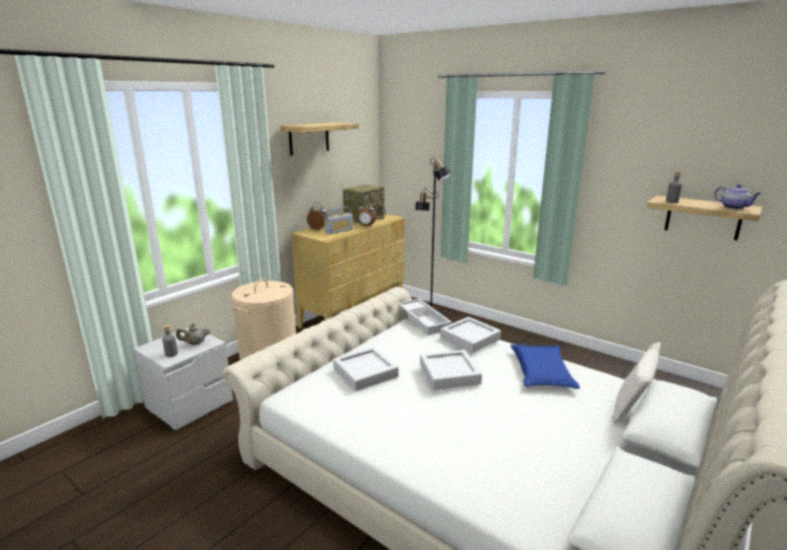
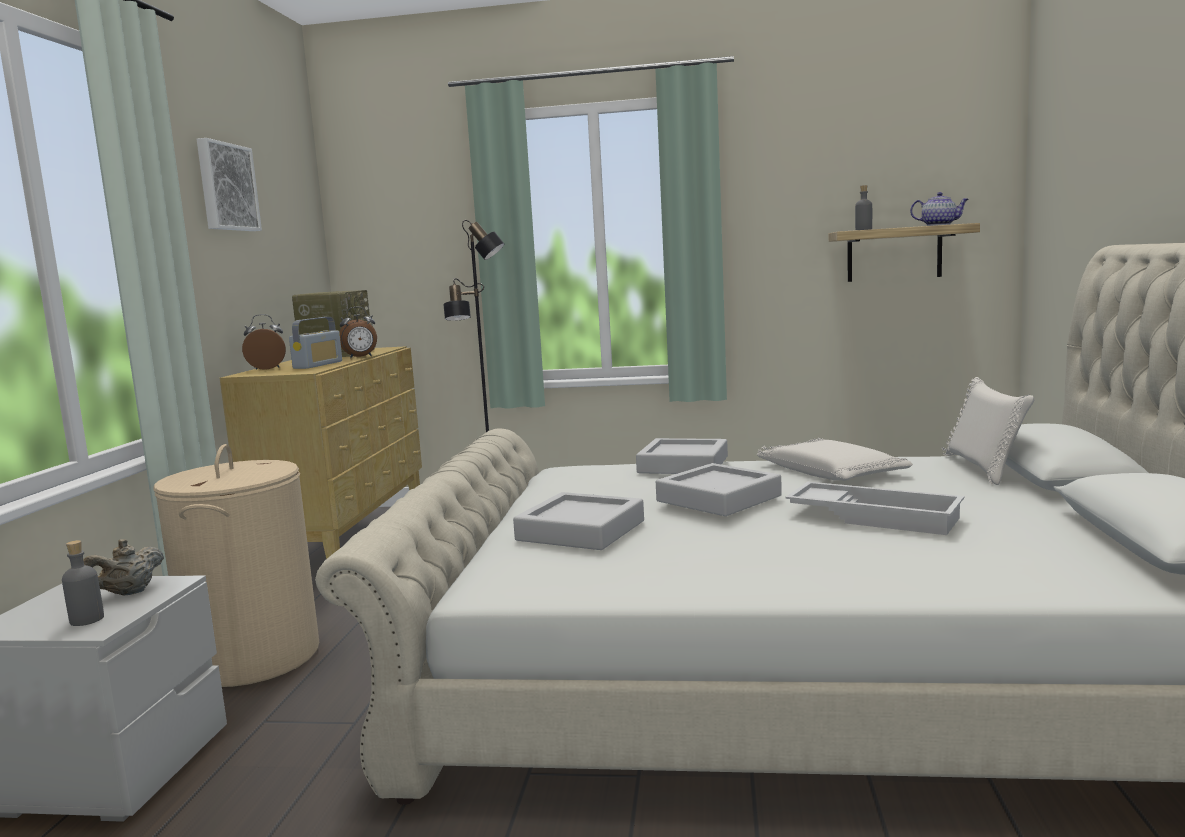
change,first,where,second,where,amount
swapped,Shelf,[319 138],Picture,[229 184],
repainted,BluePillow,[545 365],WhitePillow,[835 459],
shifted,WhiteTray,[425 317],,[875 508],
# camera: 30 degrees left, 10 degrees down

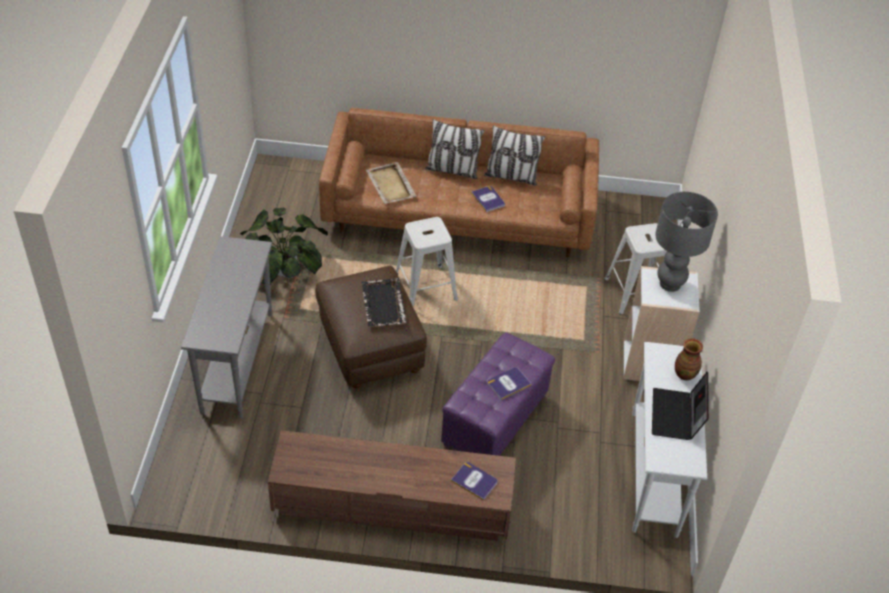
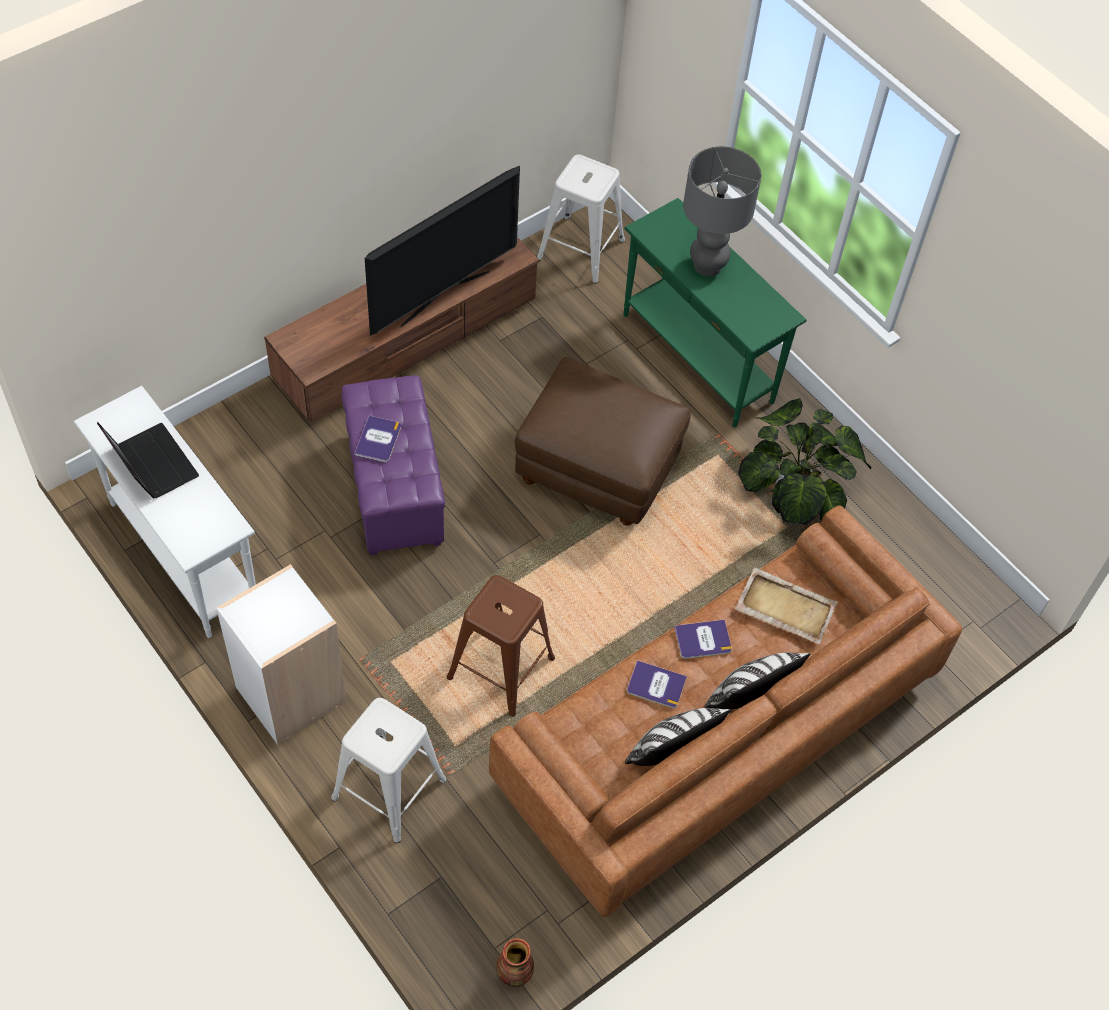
change,first,where,second,where,amount
new,,,Television,[442 251],
new,,,BrownStool,[501 646],
shifted,Vase,[689 359],,[515 962],
shifted,WhiteStool,[427 262],,[581 219],
repainted,GreyConsoleTable,[226 327],GreenConsoleTable,[714 313],
shifted,Book,[474 481],,[703 639],
shifted,GreyTableLamp,[686 242],,[722 211],
gone,BlackTray,[384 302],,,
# camera: 135 degrees right, 10 degrees up

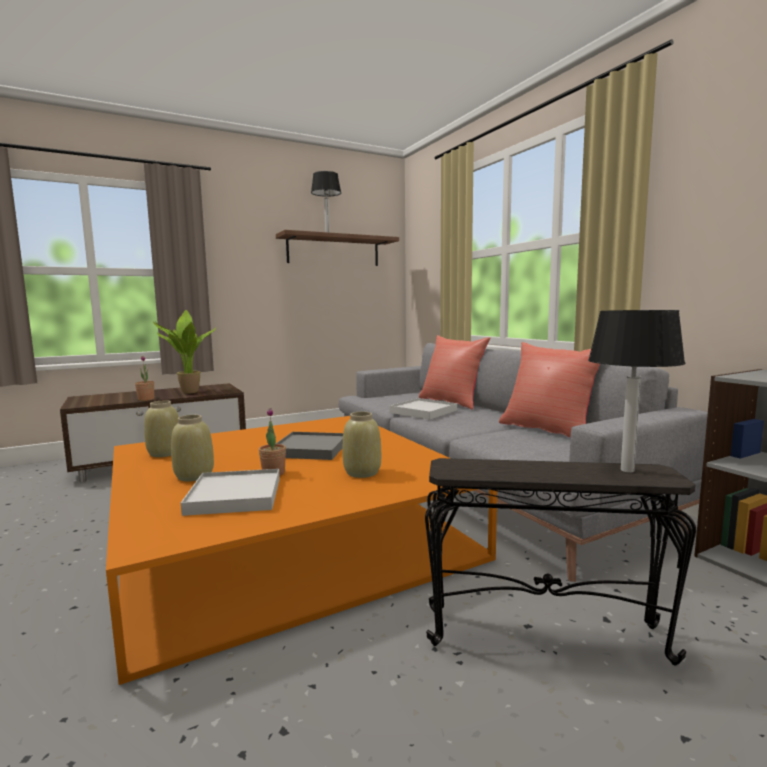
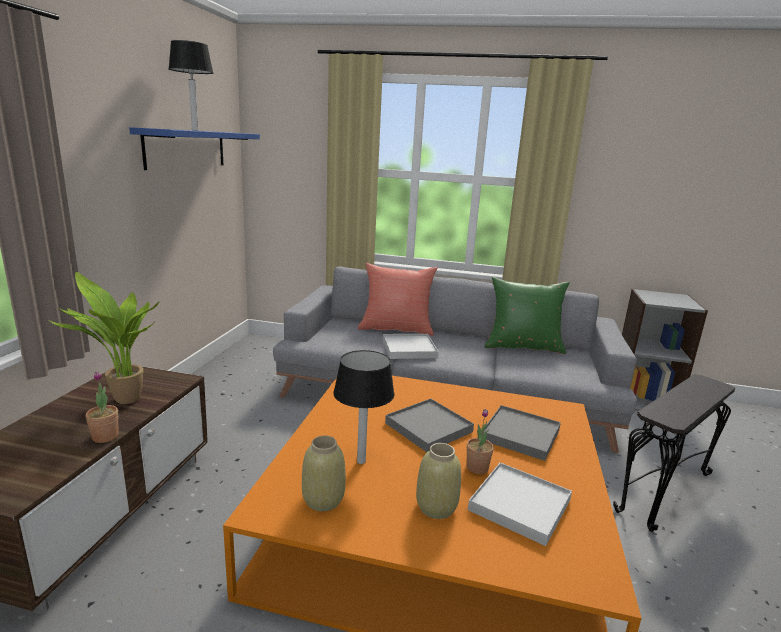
change,first,where,second,where,amount
repainted,BrownShelf,[337 248],BlueShelf,[194 148],
shifted,TableLamp,[636 391],,[364 407],
swapped,BeigeVase,[361 445],GreyTray,[521 433],
repainted,RedPillow,[549 390],GreenPillow,[527 315],
# camera: 50 degrees left, 10 degrees up

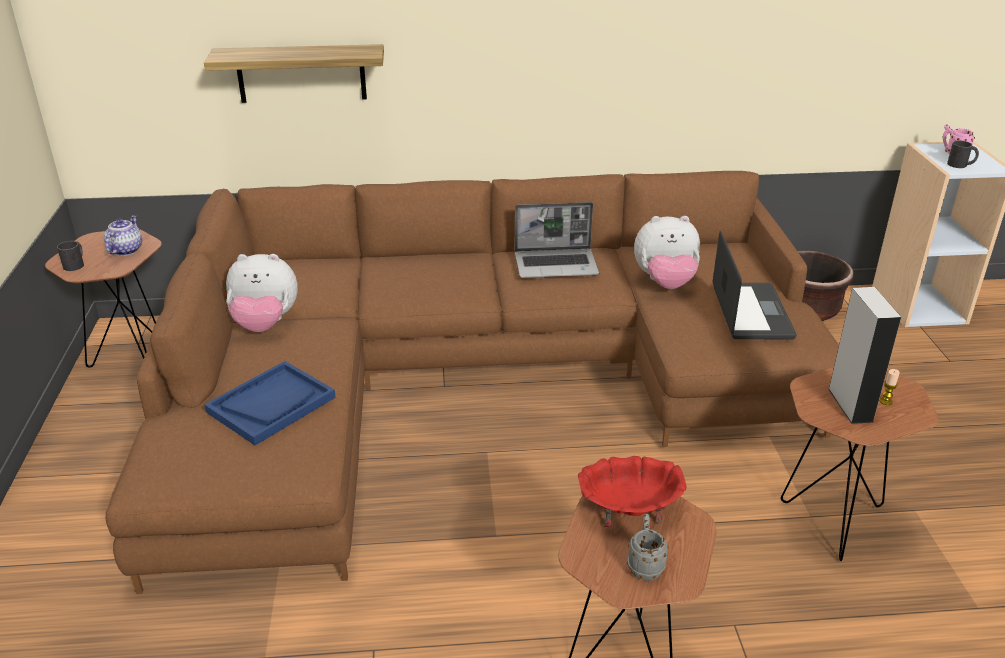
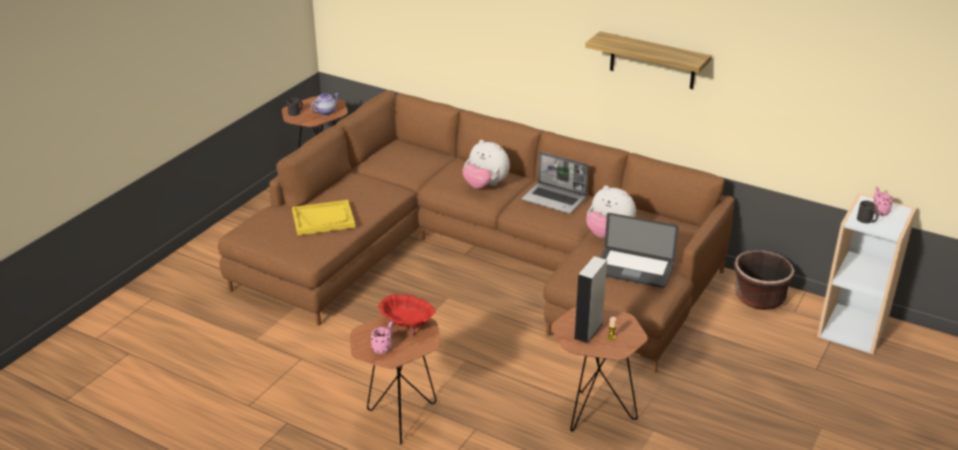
change,first,where,second,where,amount
repainted,BlueTray,[270 403],YellowTray,[323 217],
repainted,GreyMug,[648 547],PinkMug,[381 338],
shifted,PlushToy,[262 293],,[486 164],
shifted,Shelf,[294 73],,[648 60],
rotated,Laptop,[755 285],,[639 250],75 degrees clockwise
# camera: 35 degrees right, 0 degrees up

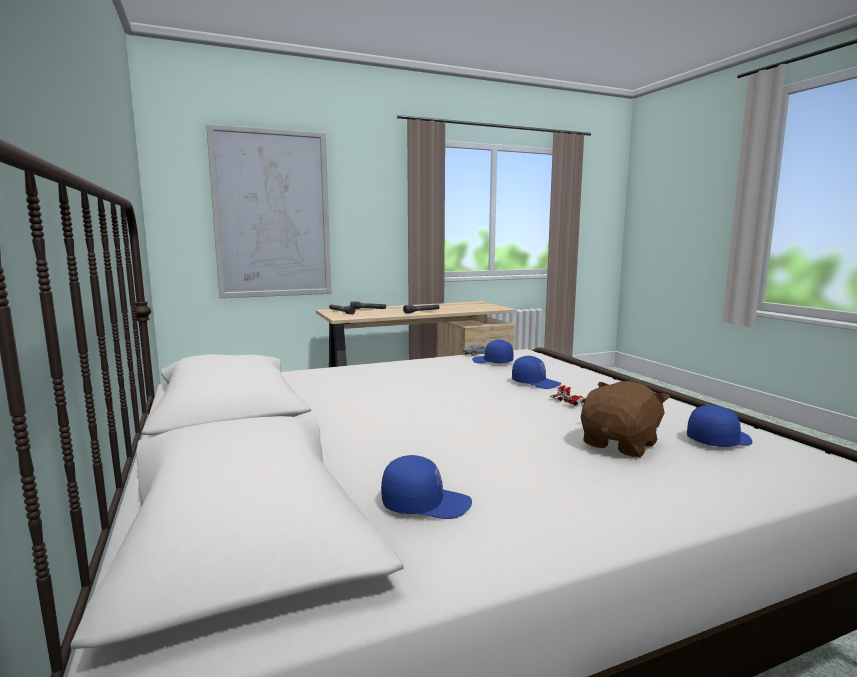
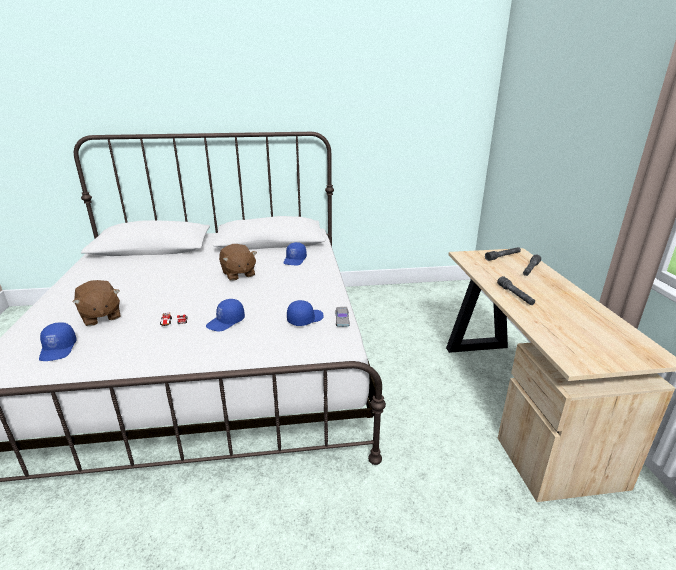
change,first,where,second,where,amount
new,,,BrownPlushToy,[238 262],
shifted,BlueCap,[426 487],,[295 253],
gone,Picture,[268 211],,,
# camera: 105 degrees right, 15 degrees up

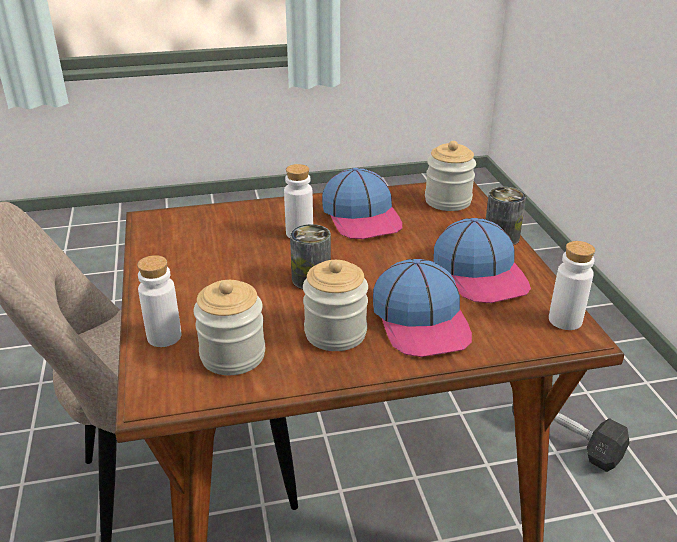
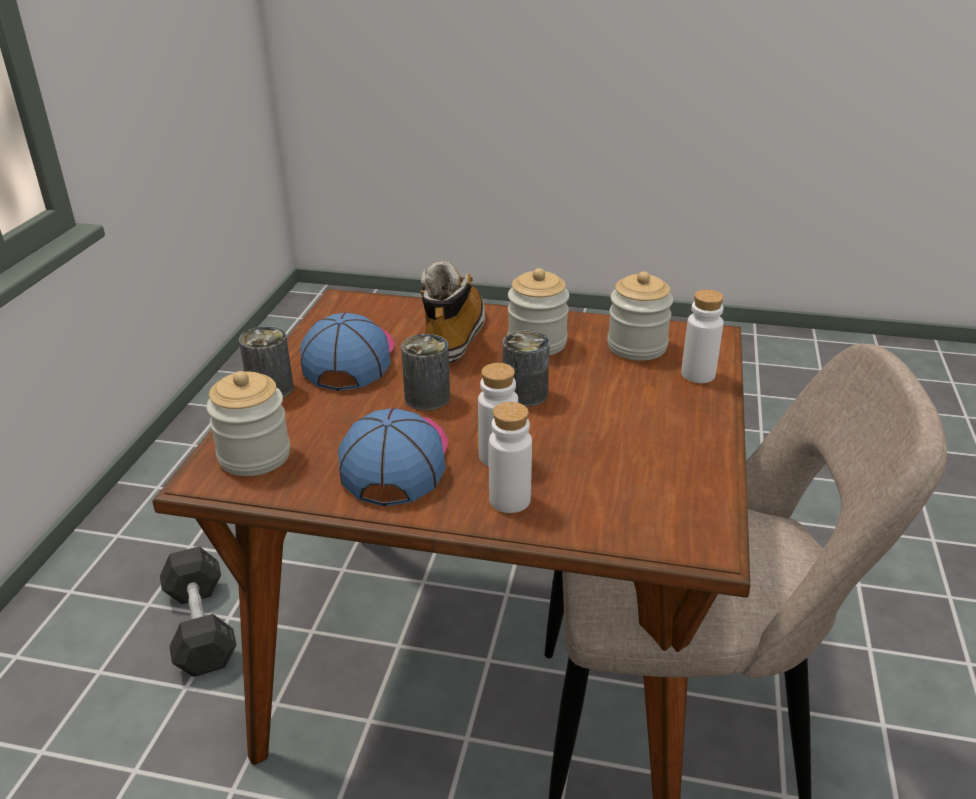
change,first,where,second,where,amount
new,,,Can,[425 372],
swapped,Cap,[422 308],Boot,[452 311],
shifted,WhiteBottle,[572 285],,[510 457],
# camera: 155 degrees left, 0 degrees up

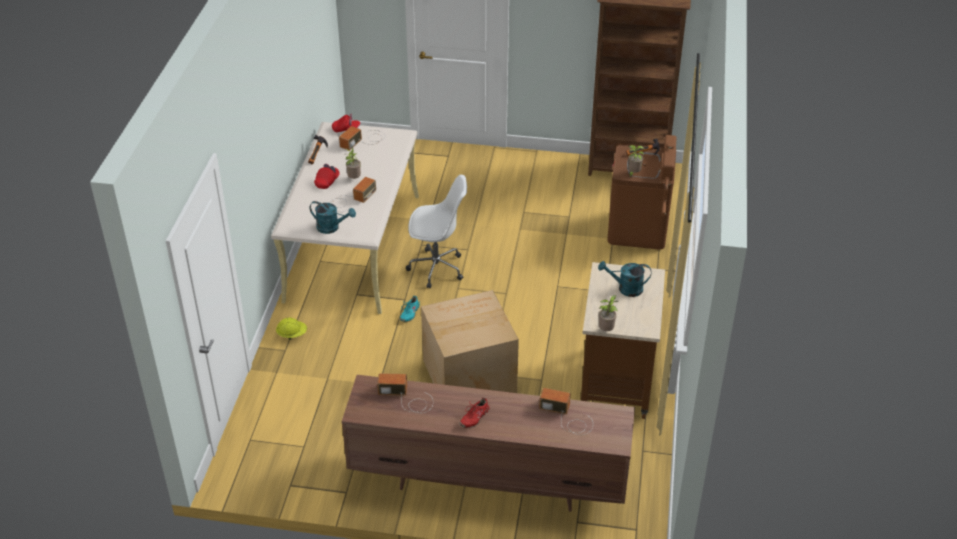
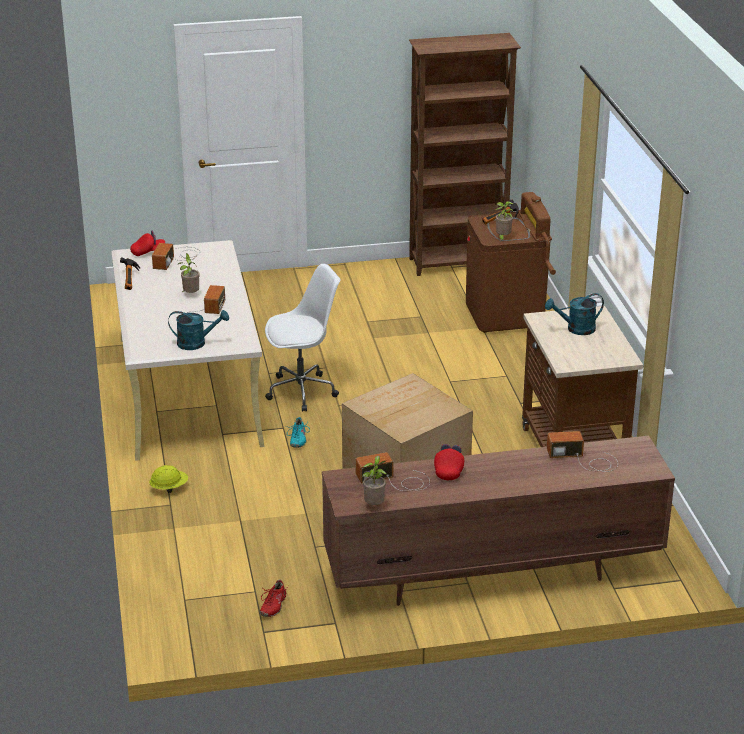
change,first,where,second,where,amount
shifted,RedShoe,[474 412],,[274 598],
shifted,PottedPlant,[608 313],,[374 480],
shifted,RedCap,[327 176],,[449 462],
# camera: 20 degrees left, 10 degrees down

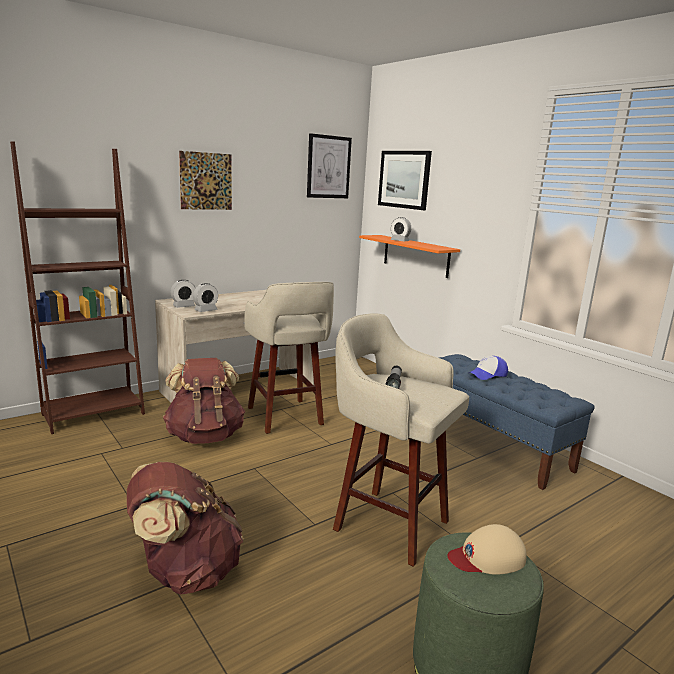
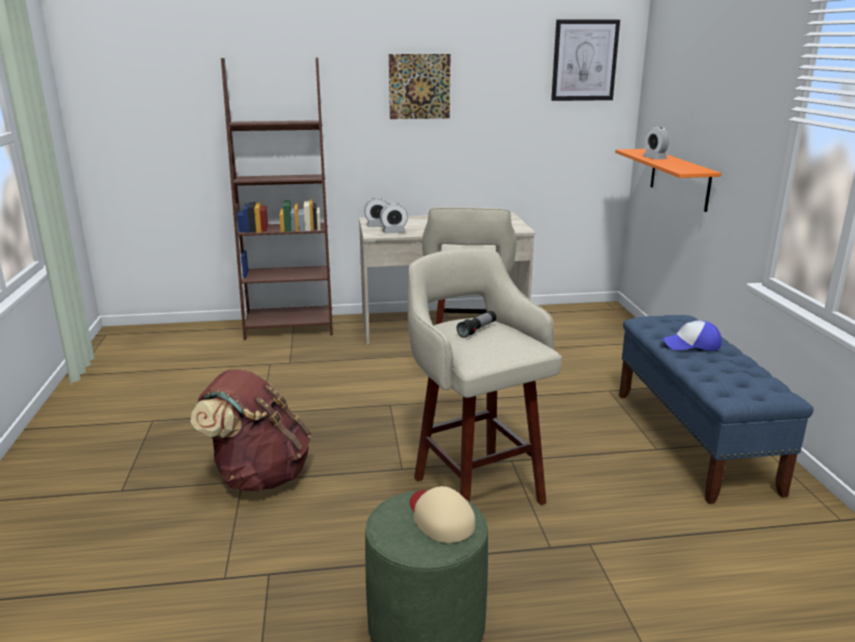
change,first,where,second,where,amount
rotated,BeigeCap,[487 549],,[442 514],45 degrees clockwise
gone,BrownBackpack,[204 401],,,
gone,Picture,[405 180],,,
# camera: 30 degrees right, 5 degrees up

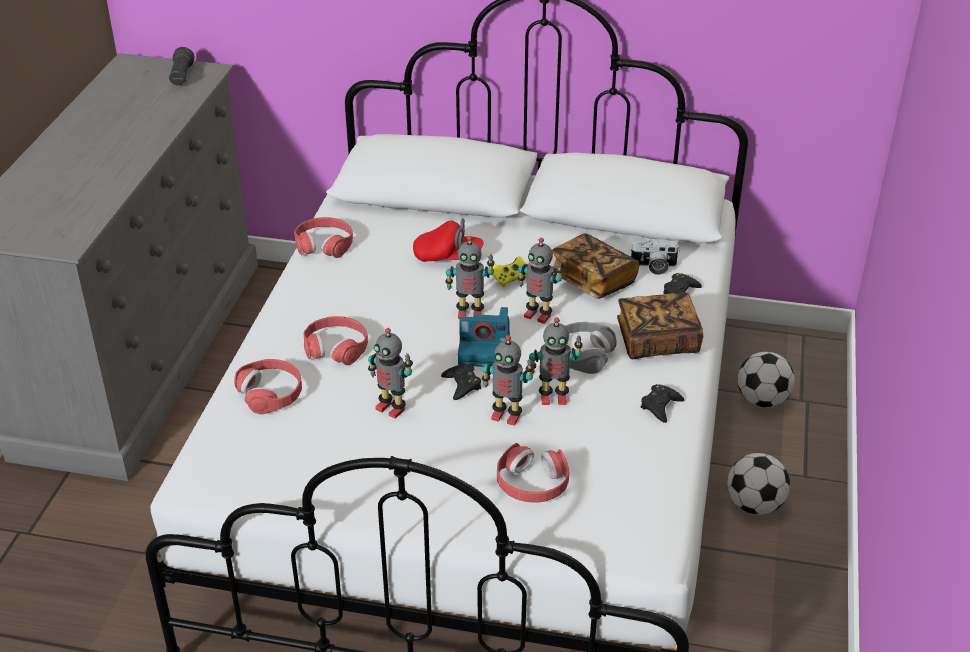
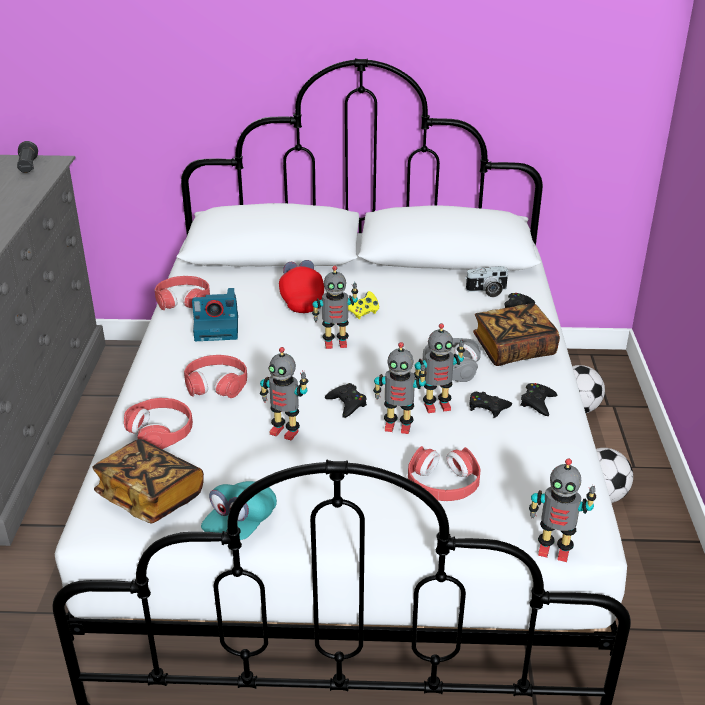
change,first,where,second,where,amount
shifted,Book,[595 266],,[148 481],
shifted,PhotoCamera,[484 337],,[215 314],
new,,,TurquoiseCap,[239 510],
rotated,RedCap,[448 240],,[301 286],105 degrees counterclockwise
new,,,BlackGameController,[490 405],
shifted,ToyRobot,[540 281],,[562 510],
# camera: 10 degrees left, 5 degrees down

